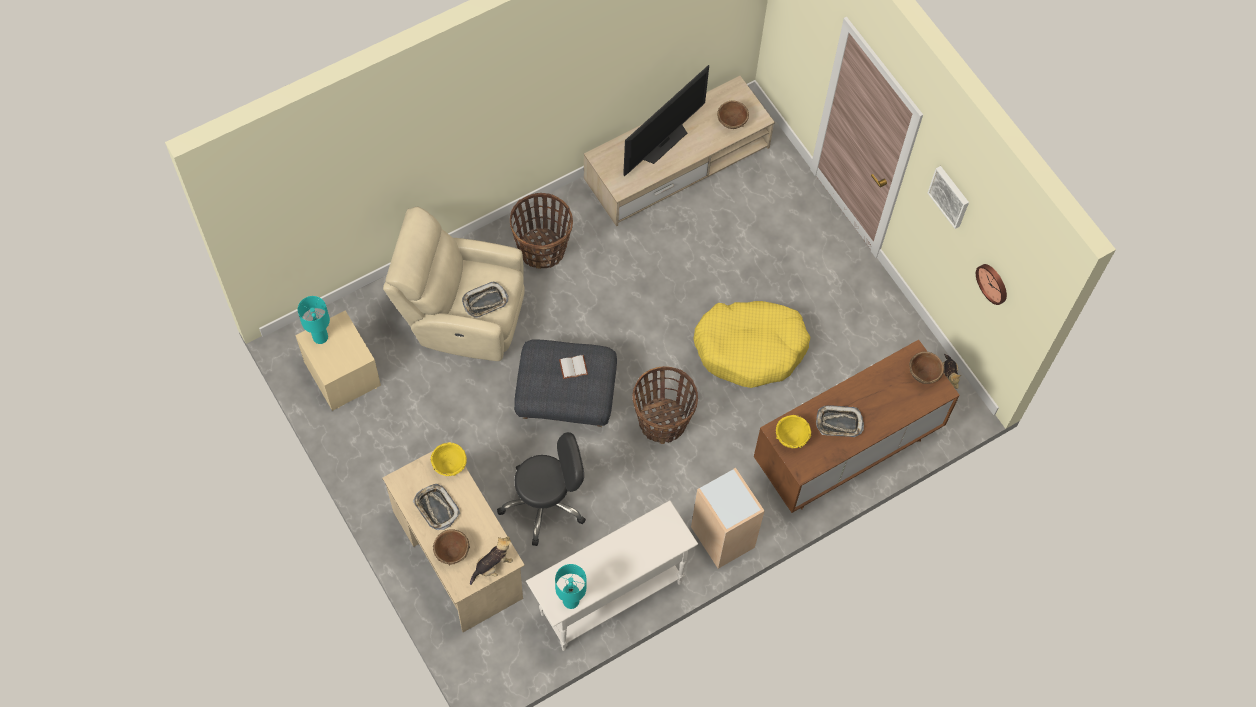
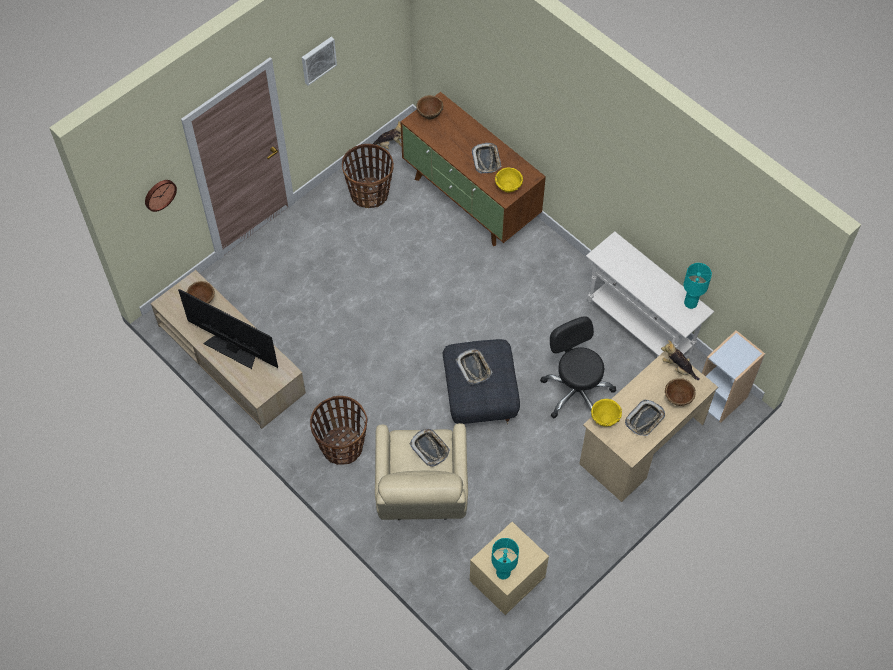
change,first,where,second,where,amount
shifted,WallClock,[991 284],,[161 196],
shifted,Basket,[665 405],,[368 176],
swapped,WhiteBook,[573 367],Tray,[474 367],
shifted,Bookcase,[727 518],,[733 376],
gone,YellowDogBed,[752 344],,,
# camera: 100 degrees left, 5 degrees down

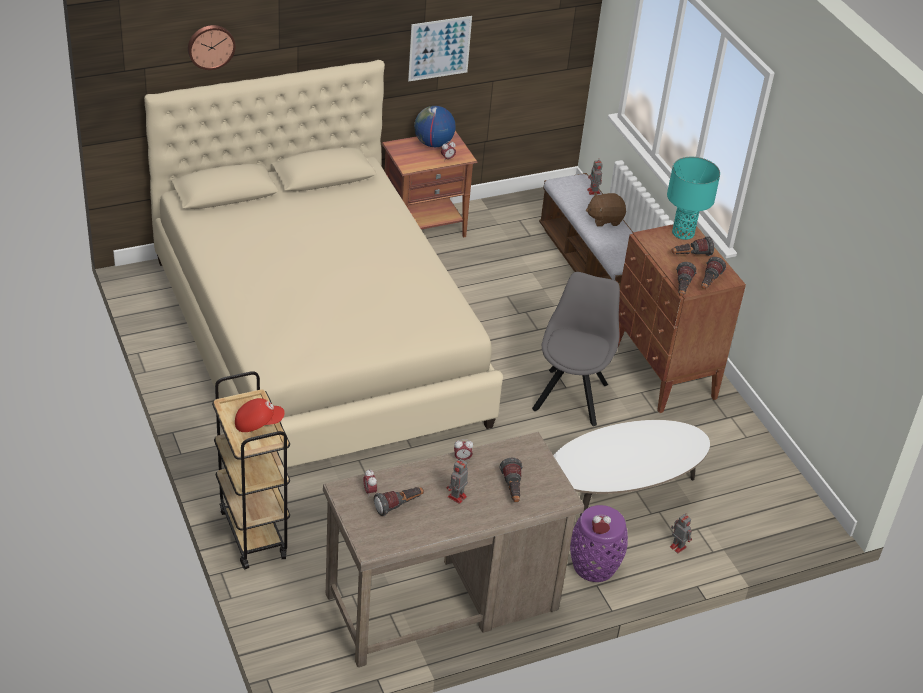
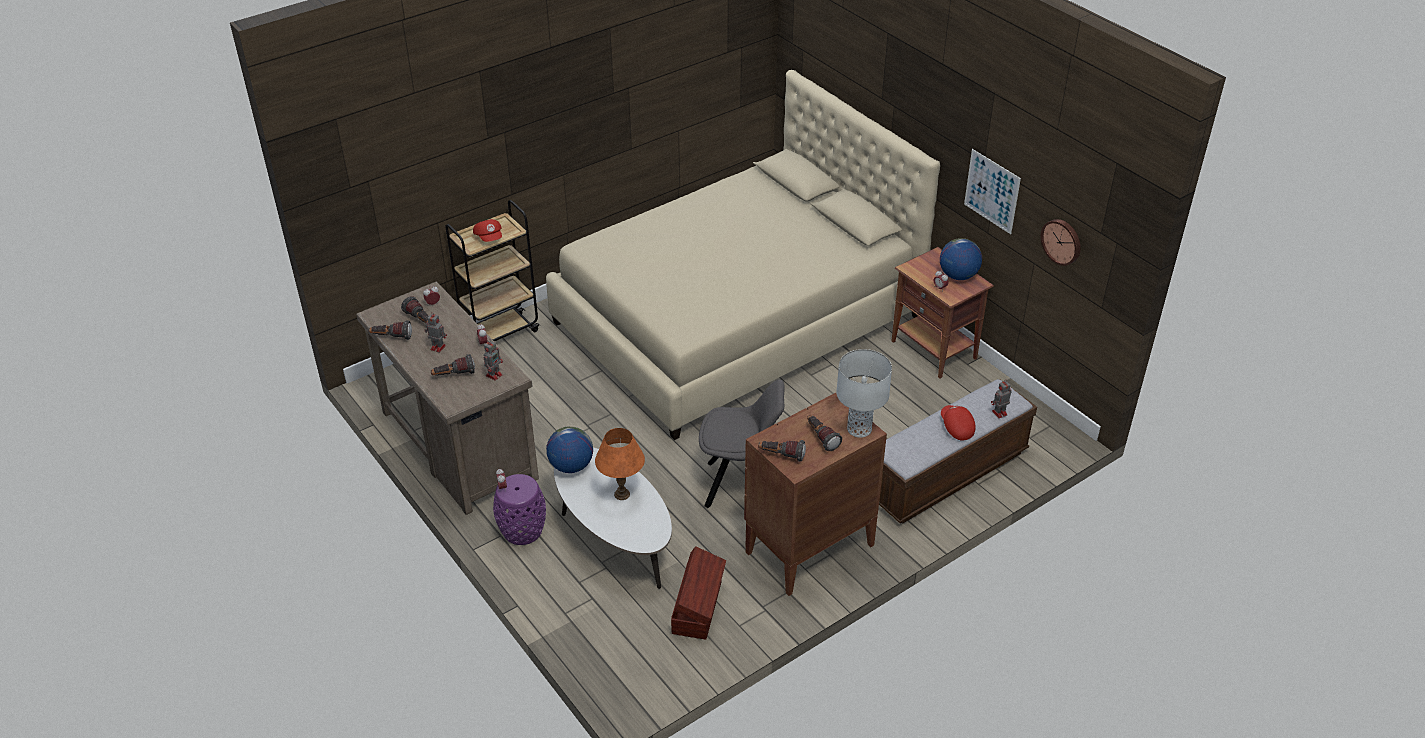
change,first,where,second,where,amount
shifted,Flashlight,[686 279],,[390 330],
shifted,ToyRobot,[681 533],,[493 360],
new,,,Globe,[569 449],
new,,,OrangeTableLamp,[620 464],
new,,,BrownStorageBox,[698 593],
repainted,TurquoiseTableLamp,[693 198],WhiteTableLamp,[864 393],
swapped,BrownPlushToy,[606 209],RedCap,[958 423],
shifted,WallClock,[212 47],,[1060 242],
# camera: 80 degrees right, 0 degrees up

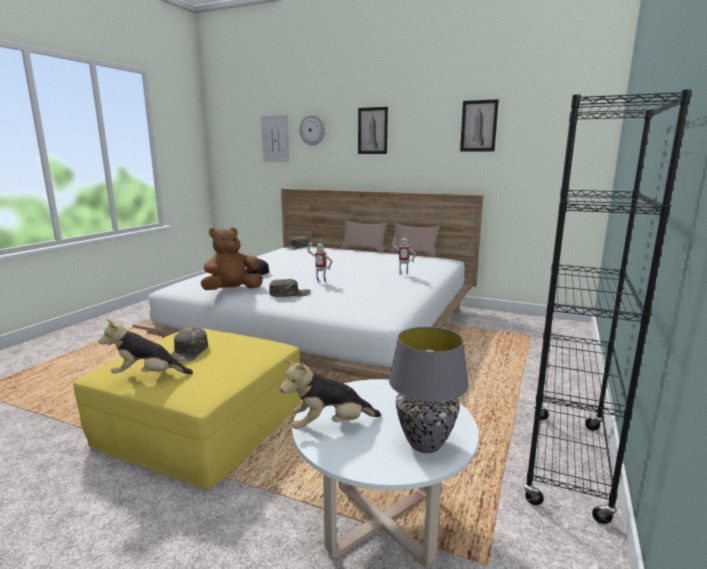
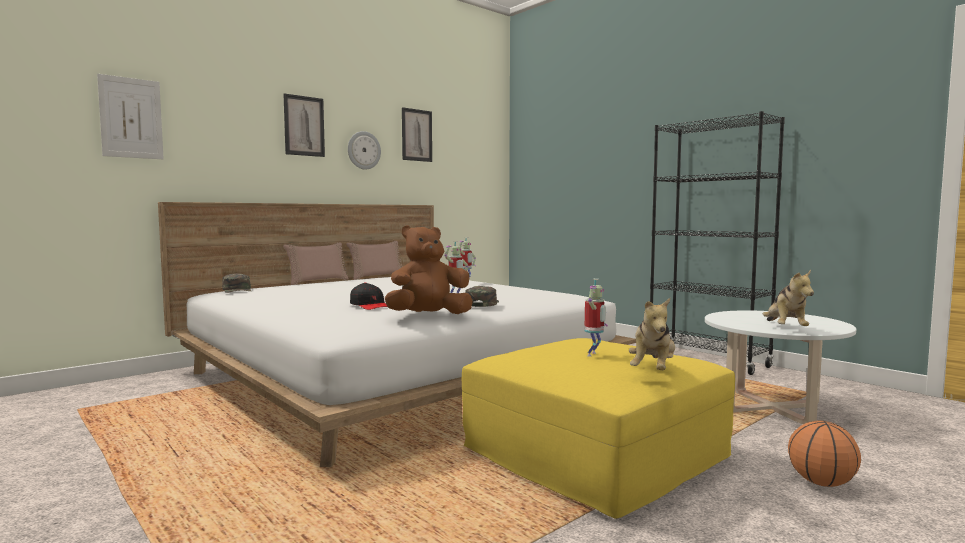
change,first,where,second,where,amount
shifted,WallClock,[312 130],,[364 150],
rotated,BrownPlushToy,[231 259],,[429 269],75 degrees clockwise
swapped,GreenCap,[189 345],ToyRobot,[596 318],
new,,,Basketball,[824 454],
gone,GreyTableLamp,[429 390],,,
# camera: 65 degrees left, 10 degrees down

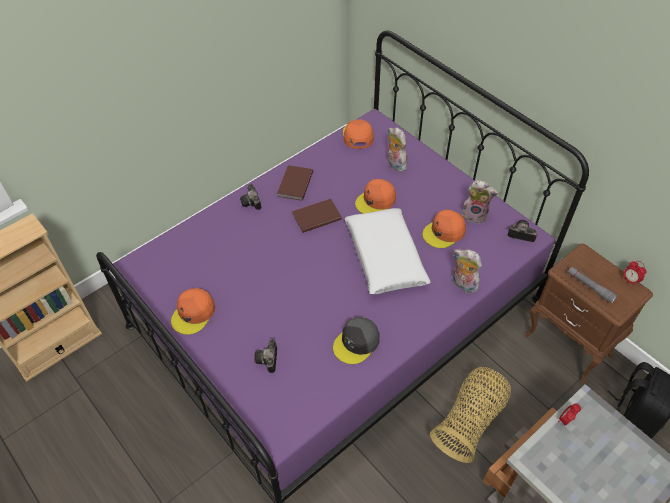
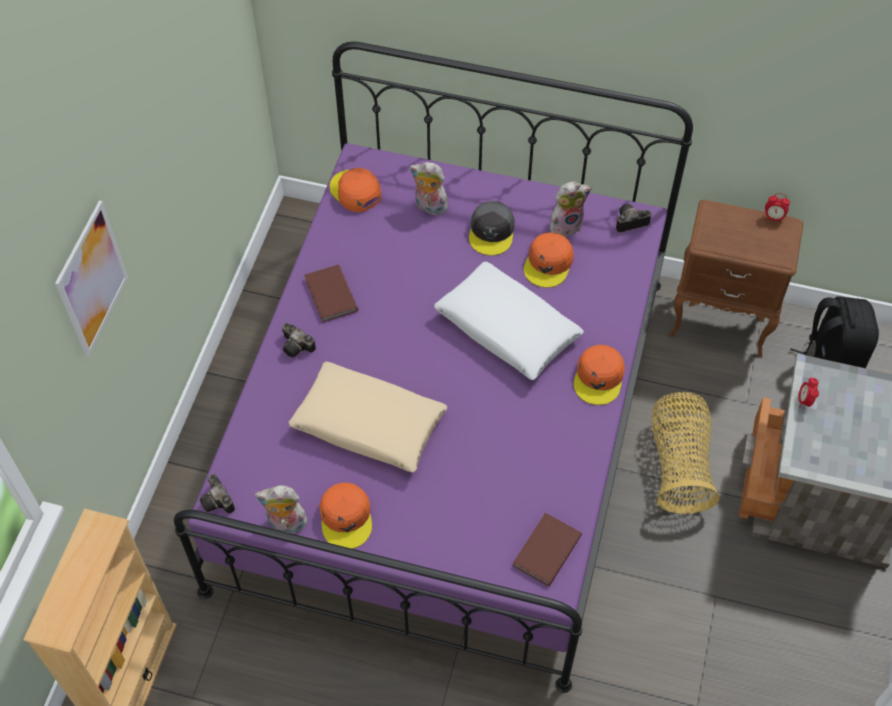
change,first,where,second,where,amount
new,,,Picture,[91 278],
shifted,PhotoCamera,[265 356],,[217 493],
shifted,PlushToy,[467 271],,[282 509],
new,,,BeigePillow,[368 416],
shifted,GreyCap,[356 340],,[492 228],
shifted,BrownBook,[317 216],,[547 549],
shifted,OrangeCap,[375 196],,[599 375],
gone,GreyFlashlight,[592 285],,,
# camera: 35 degrees left, 5 degrees up

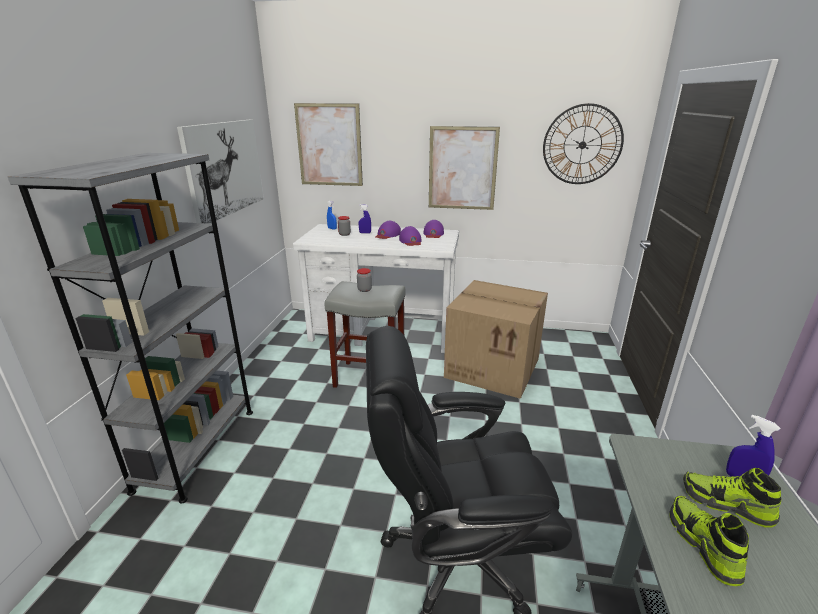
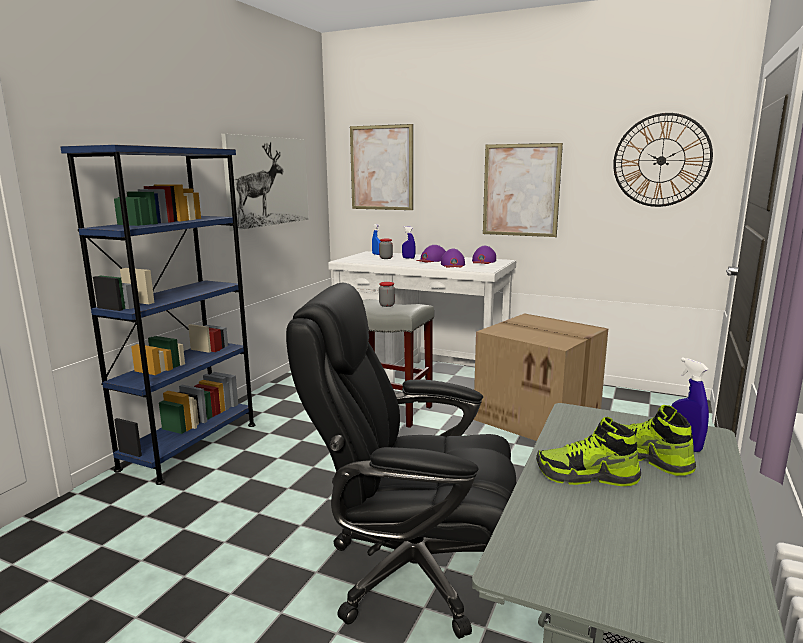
change,first,where,second,where,amount
repainted,GreyBookcase,[130 328],BlueBookcase,[157 315],
rotated,Shoe,[709 541],,[588 451],90 degrees counterclockwise
# camera: 15 degrees right, 10 degrees down

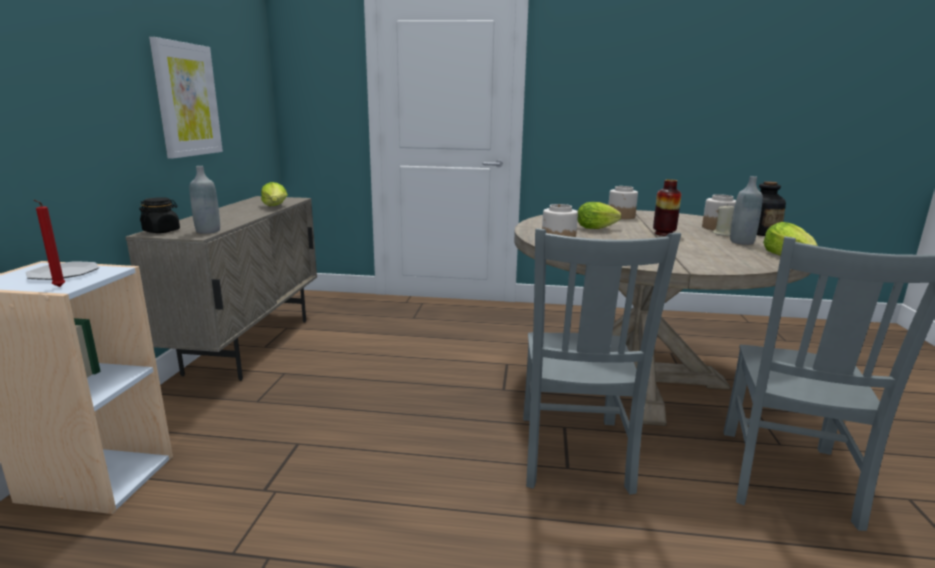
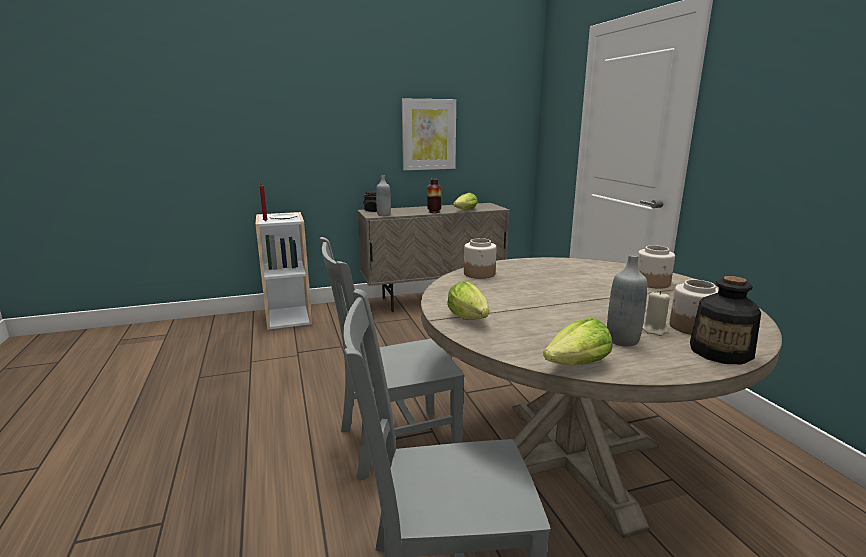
change,first,where,second,where,amount
shifted,Vase,[667 207],,[434 196],
shifted,Lettuce,[599 215],,[468 300],
# camera: 65 degrees right, 0 degrees up

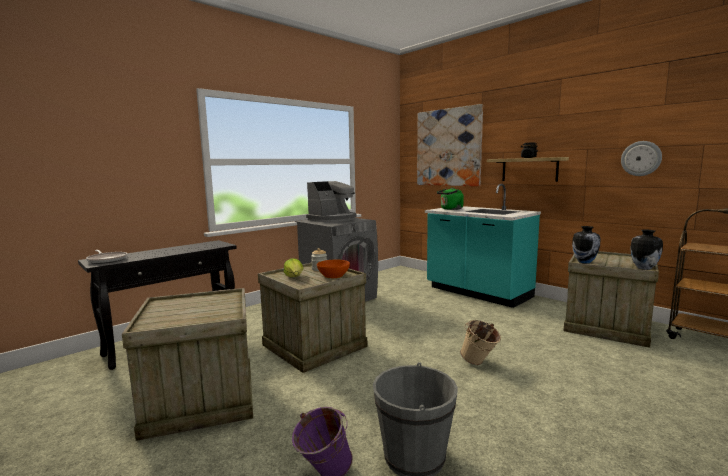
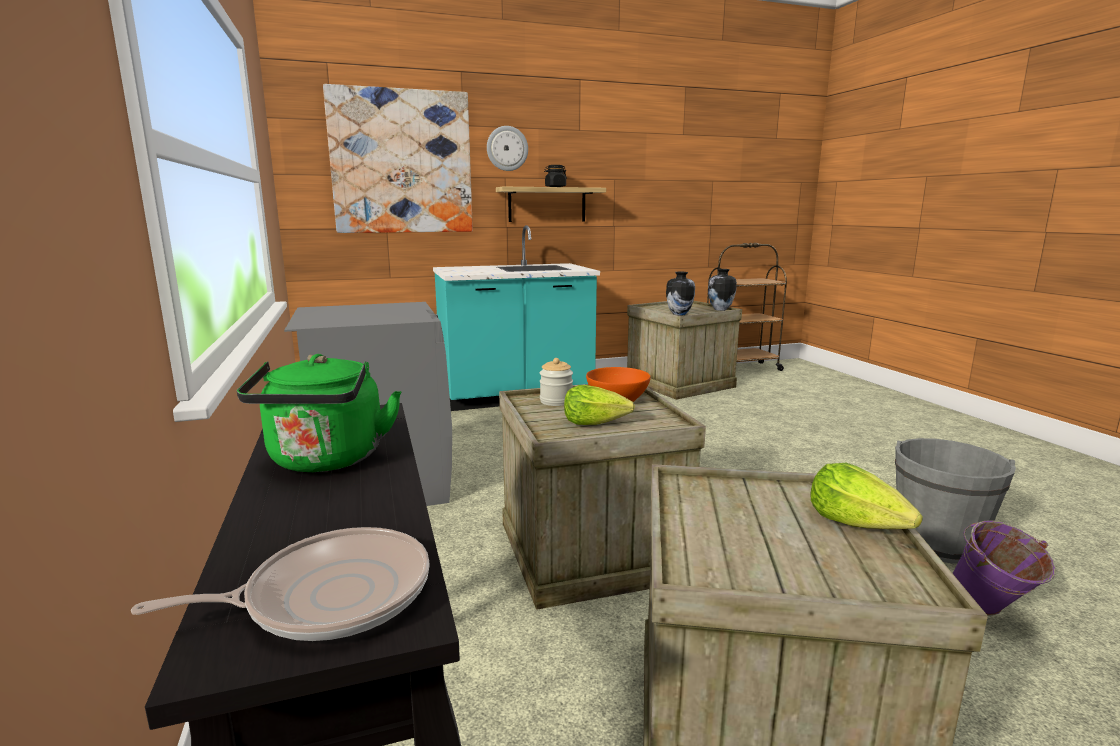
change,first,where,second,where,amount
shifted,GreenKettle,[450 199],,[319 413],
shifted,WallClock,[641 158],,[507 148],
new,,,Lettuce,[866 496],
gone,CoffeeMachine,[331 201],,,
gone,BeigeBucket,[480 342],,,
# camera: 65 degrees left, 5 degrees up

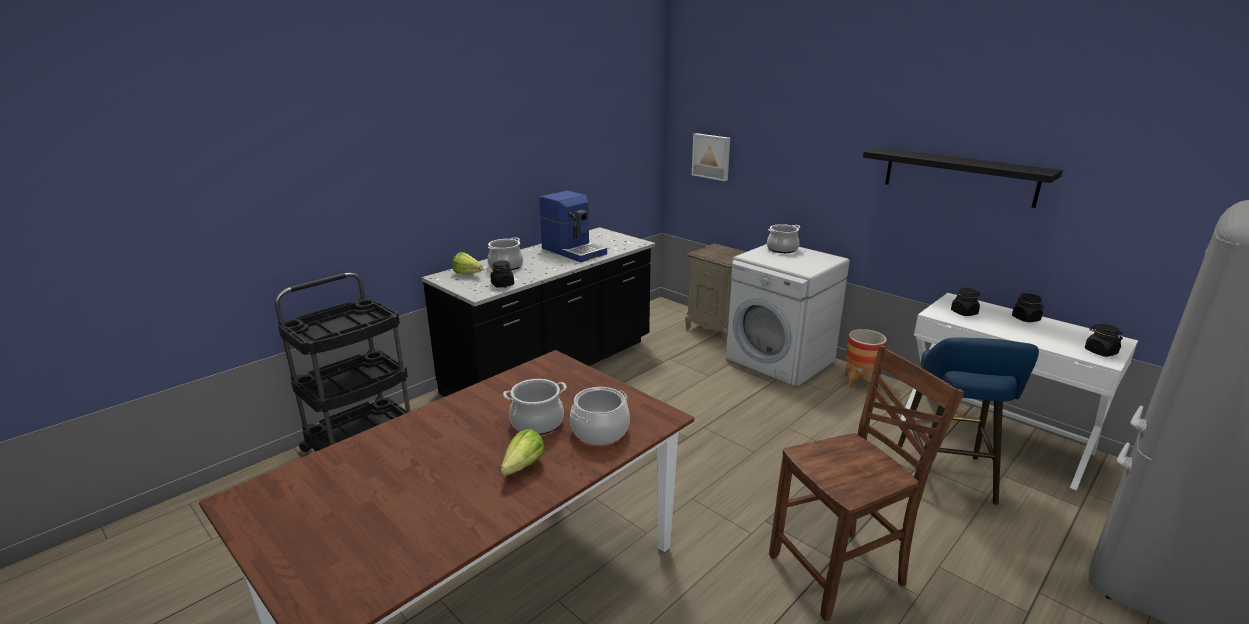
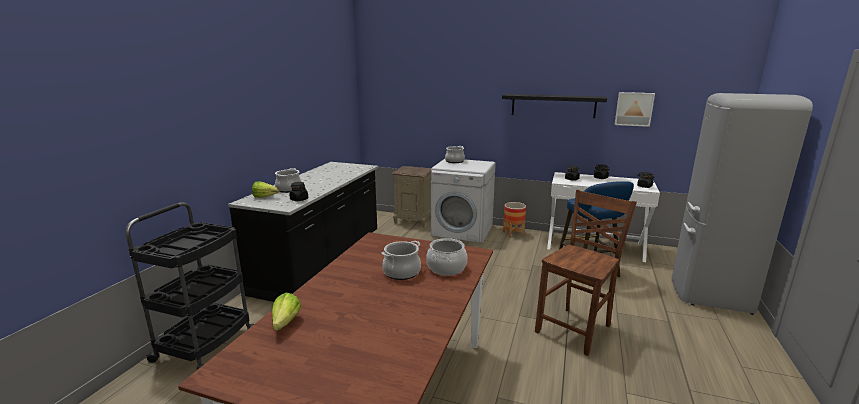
change,first,where,second,where,amount
shifted,Lettuce,[523 452],,[286 312],
shifted,Picture,[711 157],,[635 109],
gone,CoffeeMachine,[573 226],,,
# camera: 25 degrees left, 5 degrees down

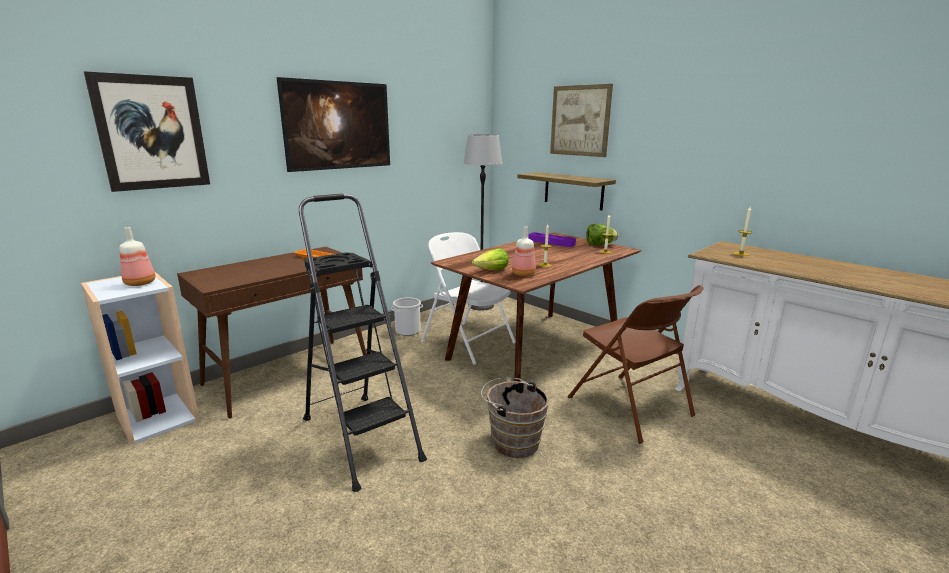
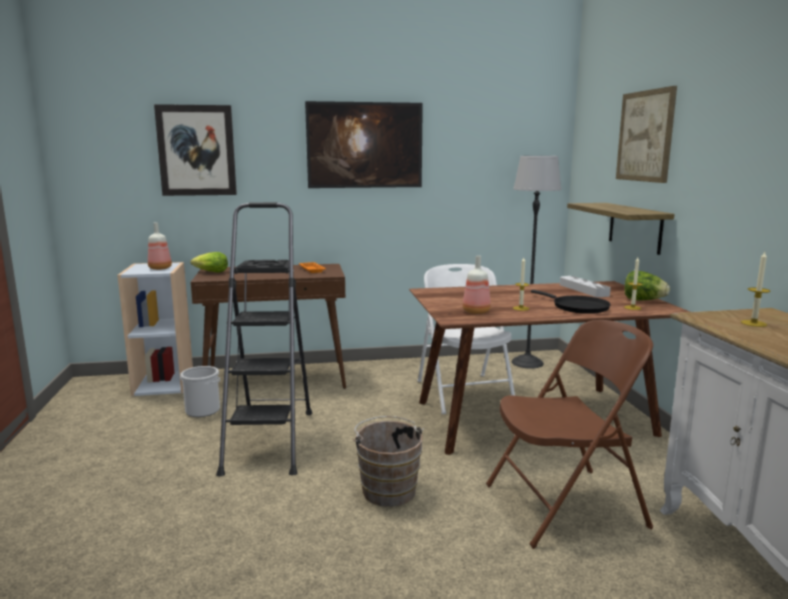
change,first,where,second,where,amount
shifted,Bucket,[407 317],,[200 391],
shifted,Lettuce,[490 259],,[209 262],
rotated,BrownChair,[636 364],,[569 434],105 degrees counterclockwise
new,,,BlackFryingPan,[571 302],
repainted,PurpleTray,[552 239],GreyTray,[585 286],
# camera: 35 degrees right, 5 degrees down

